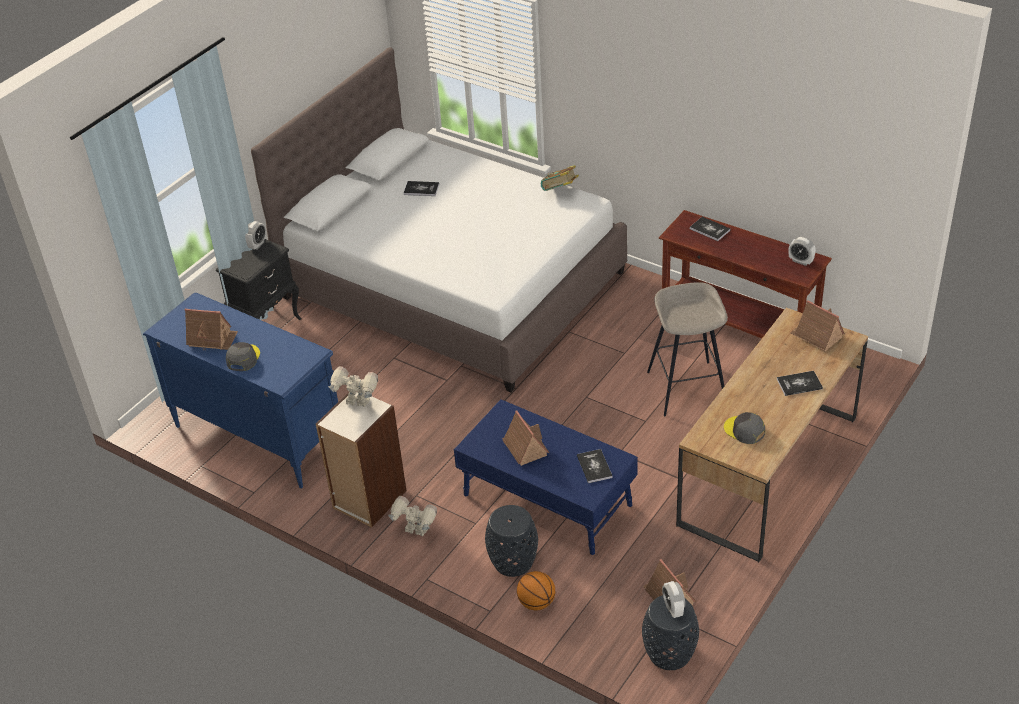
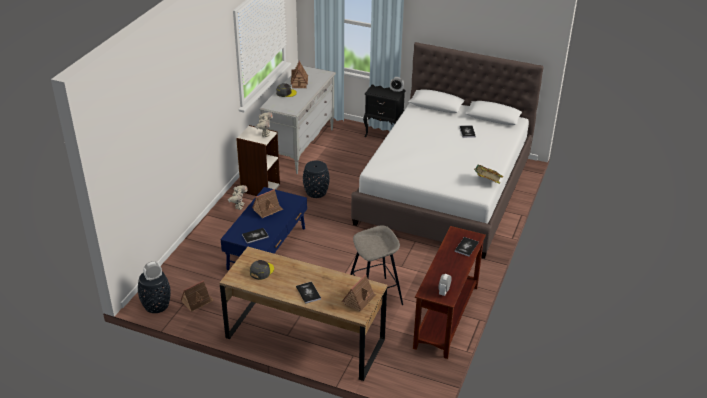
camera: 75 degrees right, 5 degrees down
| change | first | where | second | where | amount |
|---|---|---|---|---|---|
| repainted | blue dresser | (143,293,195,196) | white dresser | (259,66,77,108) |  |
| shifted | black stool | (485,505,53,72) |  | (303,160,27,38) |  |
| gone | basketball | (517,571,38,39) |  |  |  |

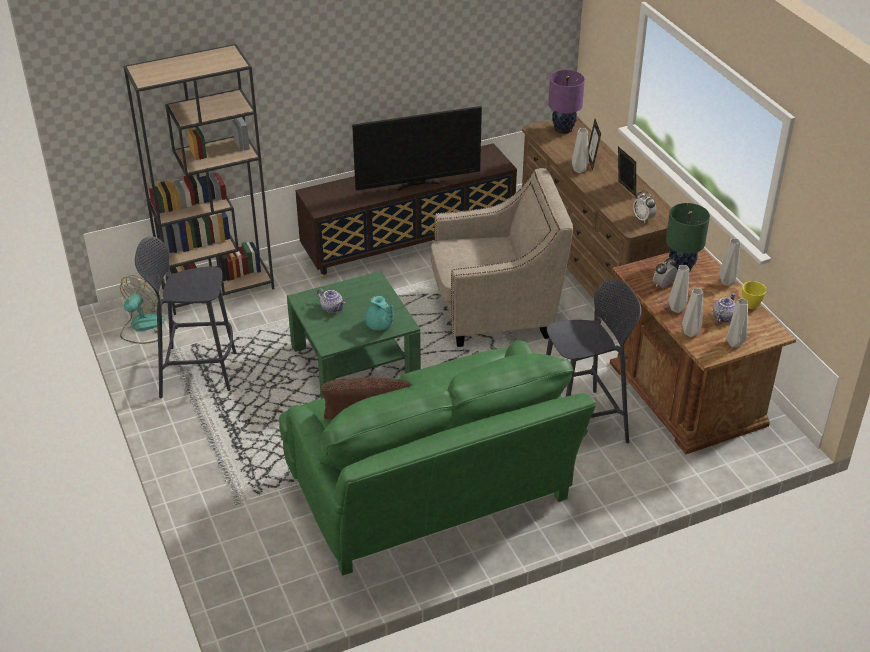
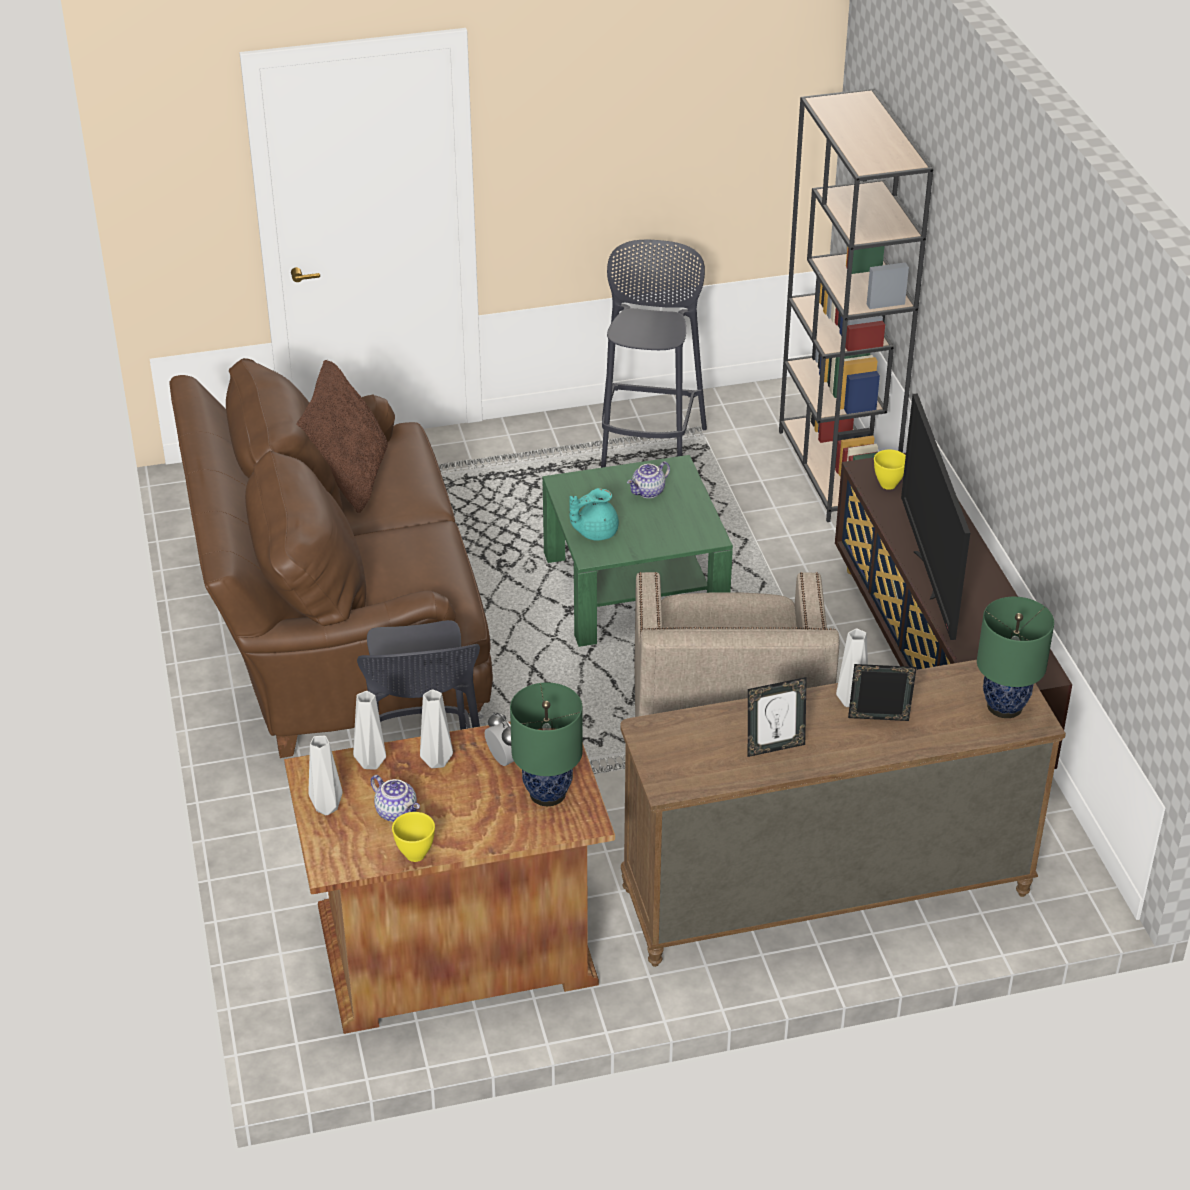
camera: 100 degrees right, 0 degrees up
| change | first | where | second | where | amount |
|---|---|---|---|---|---|
| gone | fan | (120,275,46,69) |  |  |  |
| repainted | green sofa | (279,340,317,236) | brown sofa | (169,358,324,400) |  |
| repainted | purple table lamp | (548,70,37,64) | green table lamp | (977,597,77,121) |  |
| gone | alarm clock | (633,190,24,33) |  |  |  |
| gone | grey vase | (719,238,22,48) |  |  |  |
| new |  |  | yellow bowl | (874,449,32,41) |  |

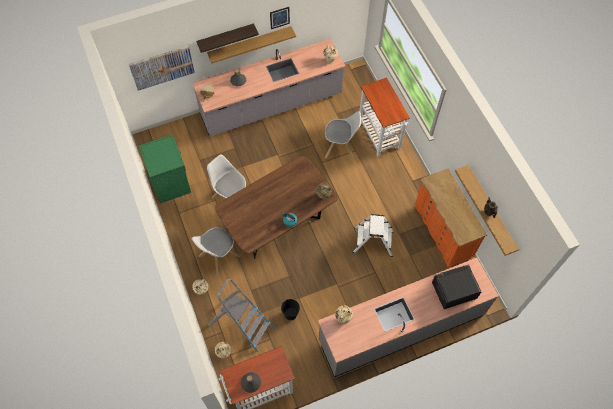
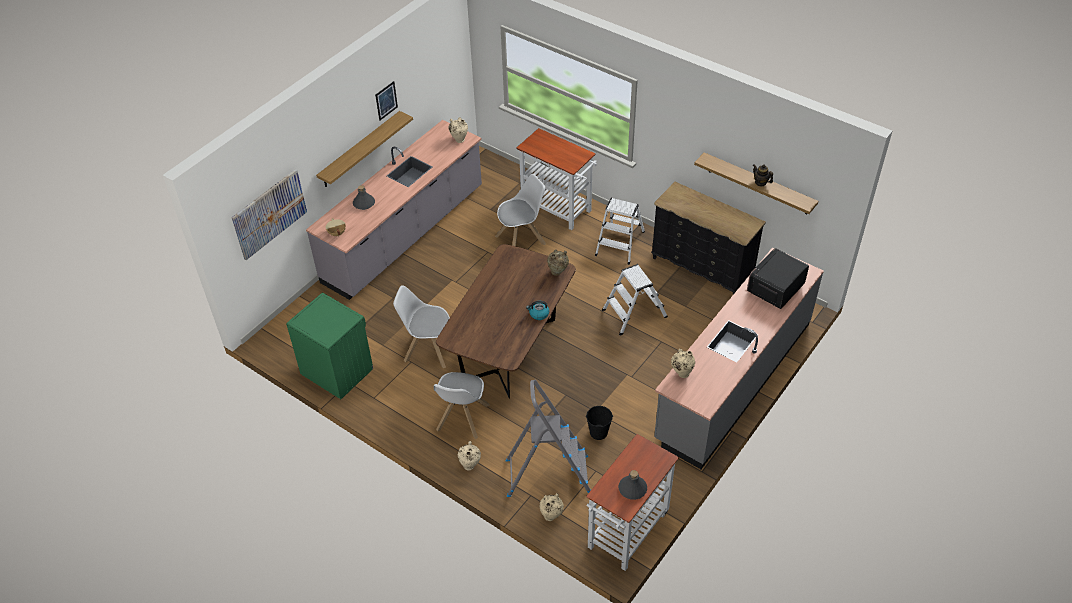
camera: 30 degrees left, 15 degrees down
| change | first | where | second | where | amount |
|---|---|---|---|---|---|
| gone | shelf | (196,23,63,30) |  |  |  |
| repainted | orange dresser | (414,168,73,99) | black dresser | (651,182,115,113) |  |
| new |  |  | white step ladder | (595,198,50,67) |  |

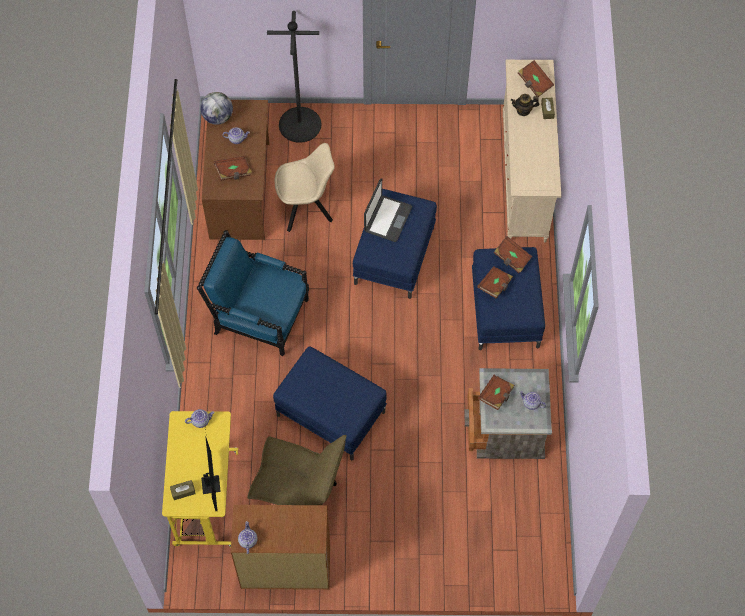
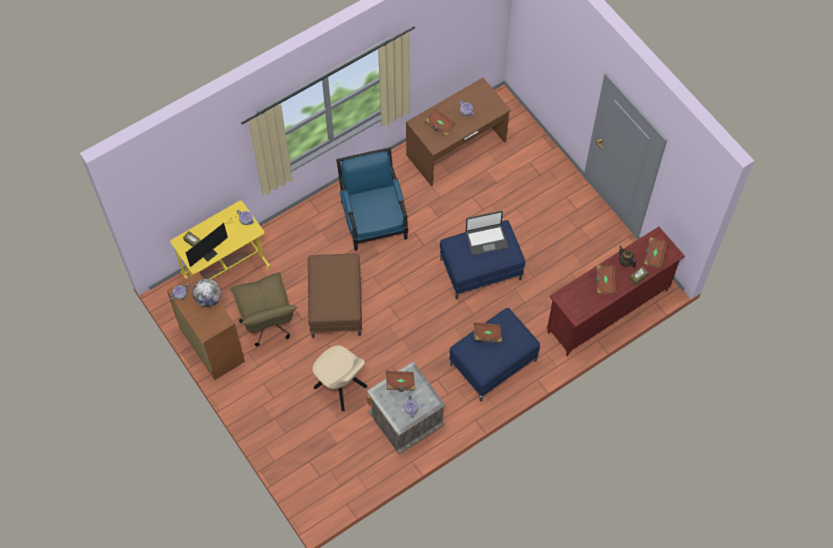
camera: 55 degrees right, 0 degrees up
| change | first | where | second | where | amount |
|---|---|---|---|---|---|
| shifted | globe | (200,92,33,33) |  | (192,279,29,28) |  |
| gone | black clothes rack | (267,11,55,132) |  |  |  |
| repainted | blue ottoman | (273,347,114,113) | brown ottoman | (308,254,54,84) |  |
| shifted | beige chair | (275,143,60,89) |  | (312,345,55,66) |  |
| shifted | brown book | (494,236,38,37) |  | (595,265,21,29) |  |
| repainted | beige dresser | (503,60,58,183) | red dresser | (547,227,138,129) |  |

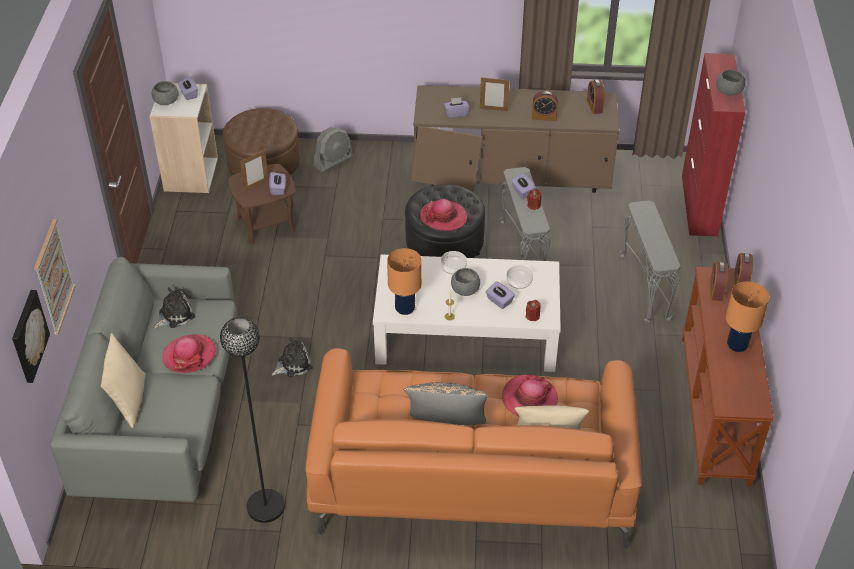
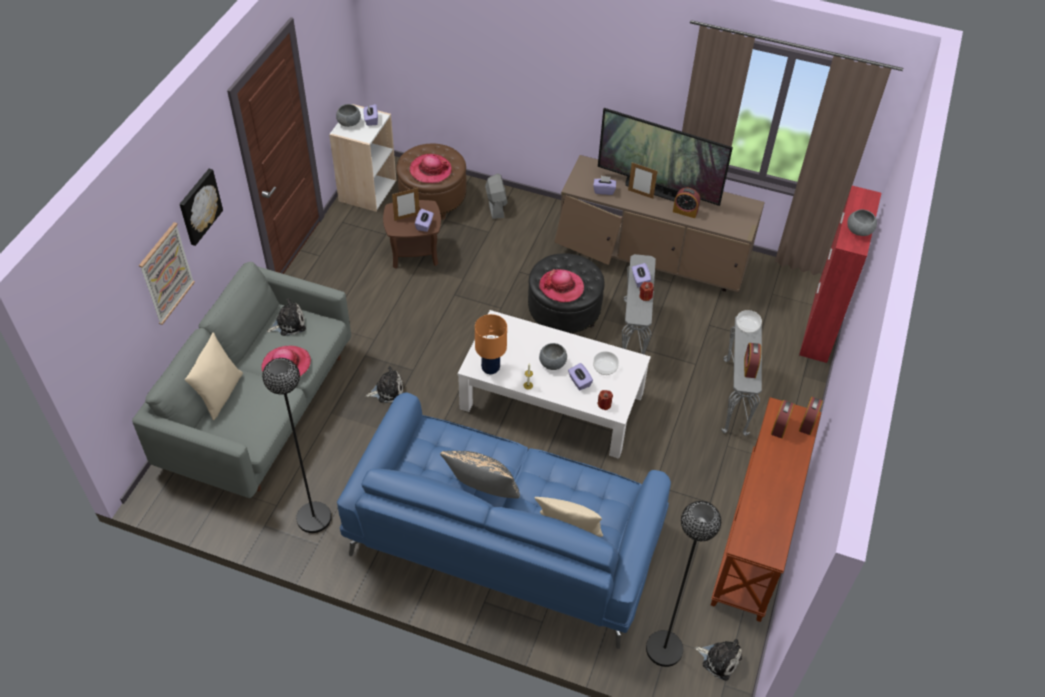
camera: 15 degrees right, 5 degrees up
| change | first | where | second | where | amount |
|---|---|---|---|---|---|
| shifted | picture | (12,290,38,93) |  | (180,169,43,77) |  |
| repainted | orange sofa | (305,348,336,201) | blue sofa | (337,393,334,256) |  |
| rotated | grey fan | (313,127,40,45) |  | (485,173,22,46) | 75 degrees counterclockwise |
| shifted | bowl | (441,251,26,23) |  | (736,310,26,23) |  |
| shifted | hat | (502,374,56,43) |  | (410,154,42,29) |  |
| shifted | alarm clock | (587,79,18,35) |  | (744,343,17,35) |  |
| gone | orange table lamp | (726,281,43,71) |  |  |  |
| new |  |  | television | (598,108,135,98) |  |
| new |  |  | black floor lamp | (646,501,75,166) |  |
| new |  |  | plush toy | (695,639,47,42) |  |

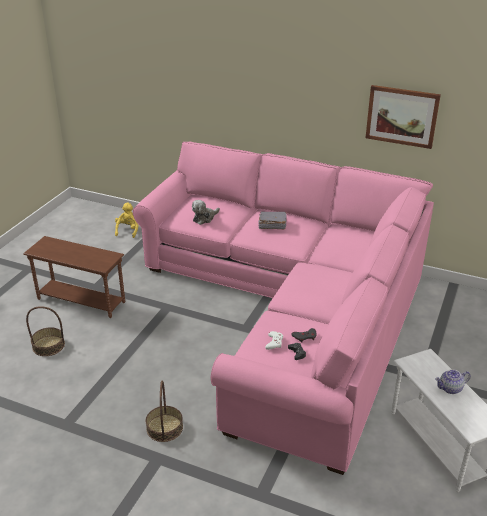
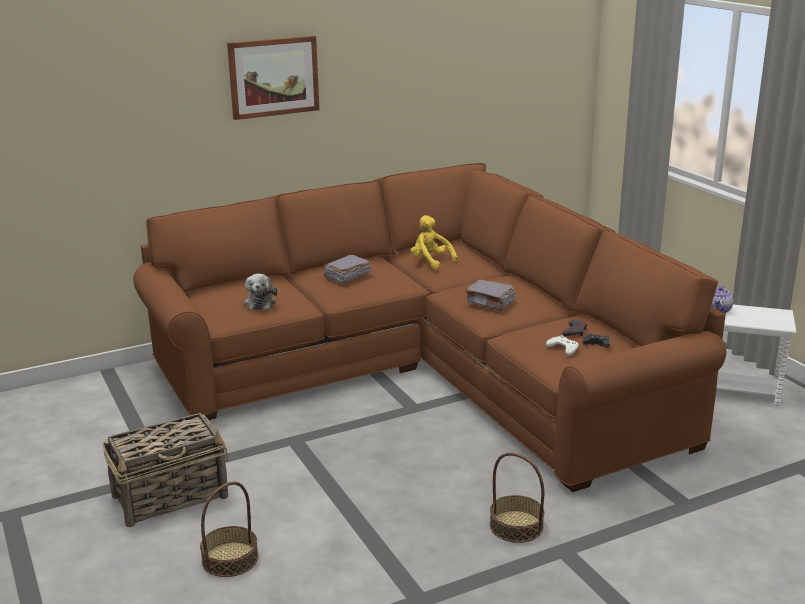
camera: 50 degrees left, 10 degrees down
| change | first | where | second | where | amount |
|---|---|---|---|---|---|
| swapped | brown side table | (23,236,102,82) | basket | (103,413,125,114) |  |
| shifted | yellow plush toy | (115,203,24,35) |  | (410,215,48,54) |  |
| repainted | pink sofa | (133,142,301,333) | brown sofa | (133,163,593,329) |  |
| shifted | picture | (366,85,75,64) |  | (227,36,92,84) |  |
| new |  |  | grey book | (465,280,50,31) |  |

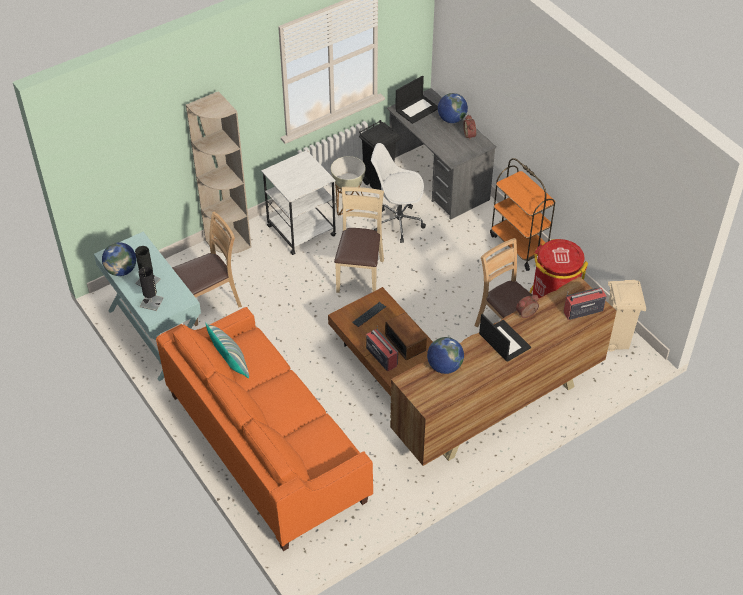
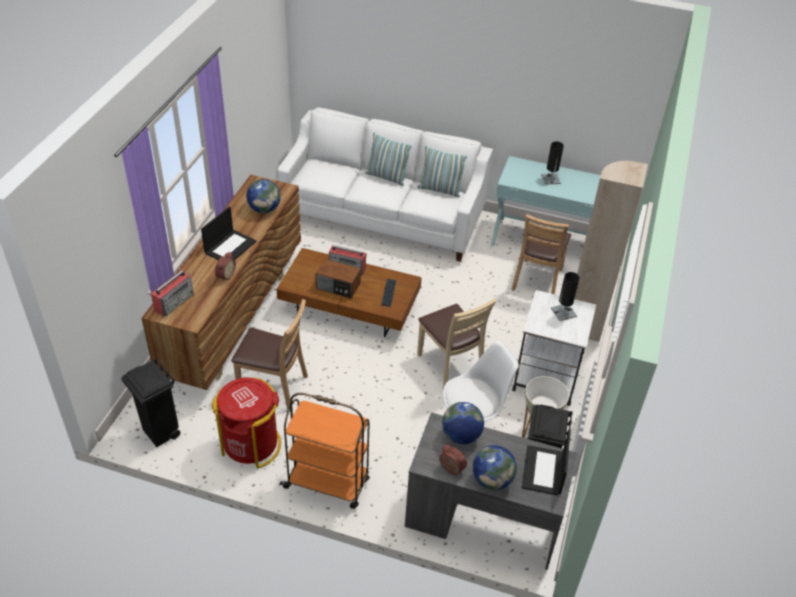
camera: 140 degrees right, 5 degrees down
| change | first | where | second | where | amount |
|---|---|---|---|---|---|
| shifted | globe | (102,242,34,34) |  | (442,402,42,42) |  |
| shifted | black table lamp | (139,267,25,44) |  | (551,272,29,49) |  |
| repainted | orange sofa | (156,307,217,244) | white sofa | (278,107,215,155) |  |
| rotated | laptop | (479,314,52,47) |  | (201,207,55,53) | 75 degrees counterclockwise |
| repainted | beige trash can | (608,280,38,72) | black trash can | (121,358,60,89) |  |
| new |  |  | pillow | (365,133,47,53) |  |

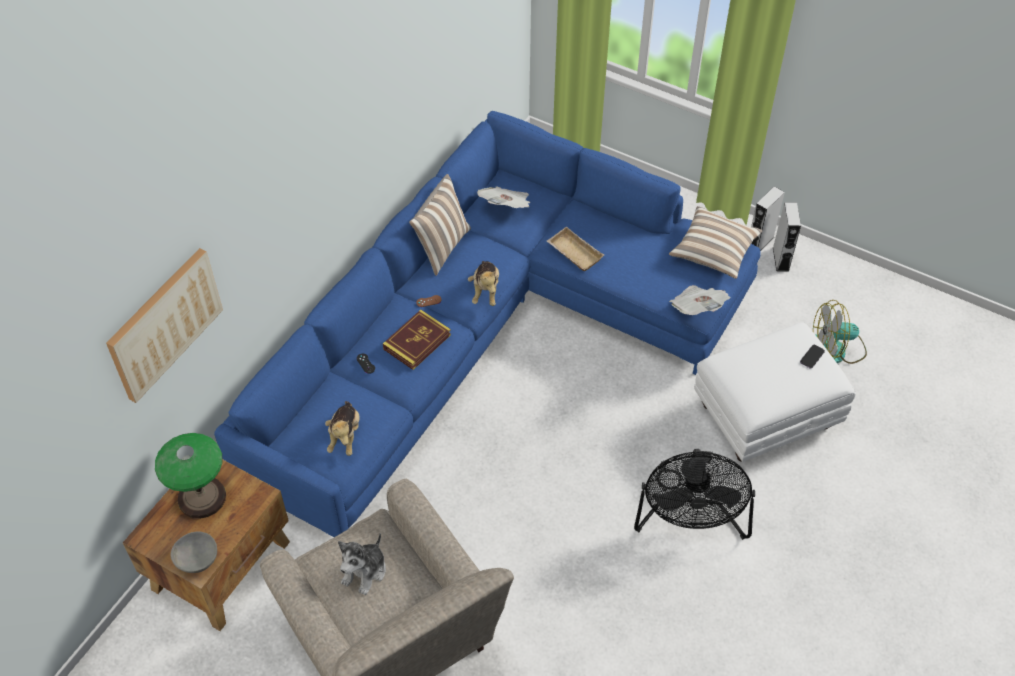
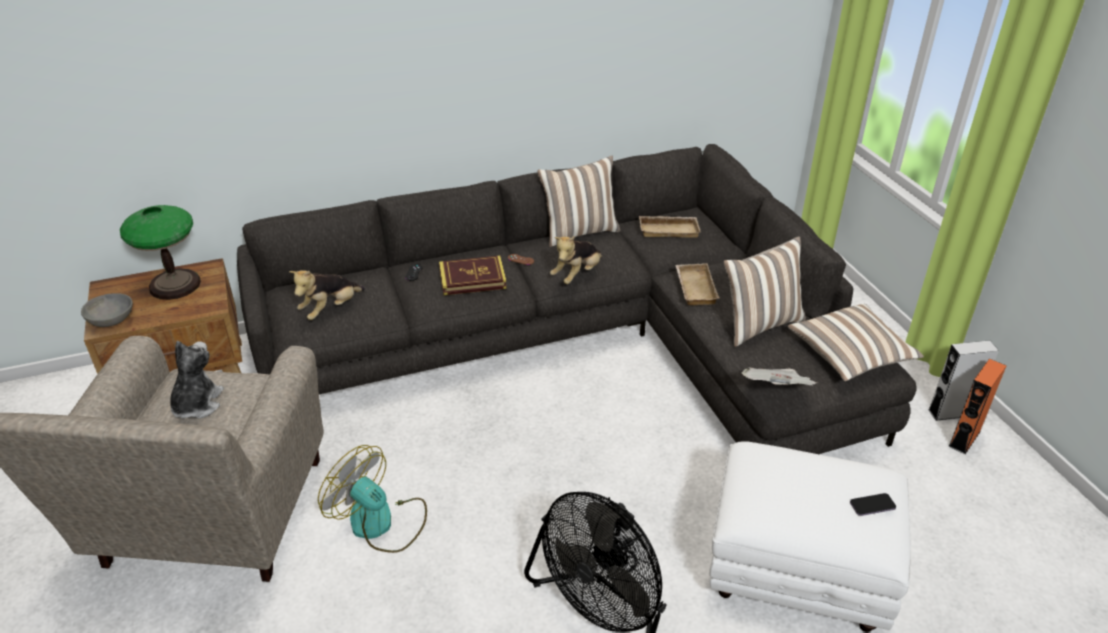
camera: 40 degrees right, 15 degrees down
| change | first | where | second | where | amount |
|---|---|---|---|---|---|
| gone | picture | (106,248,117,155) |  |  |  |
| repainted | blue sofa | (214,111,547,426) | grey sofa | (237,144,679,310) |  |
| rotated | plush toy | (338,533,48,62) |  | (170,341,54,78) | 120 degrees clockwise |
| swapped | newspaper | (477,186,54,22) | beige tray | (639,216,62,22) |  |
| repainted | grey speaker | (773,202,28,69) | orange speaker | (948,359,58,95) |  |
| shifted | fan | (813,300,54,64) |  | (318,445,109,108) |  |
| new |  |  | pillow | (724,236,82,111) |  |

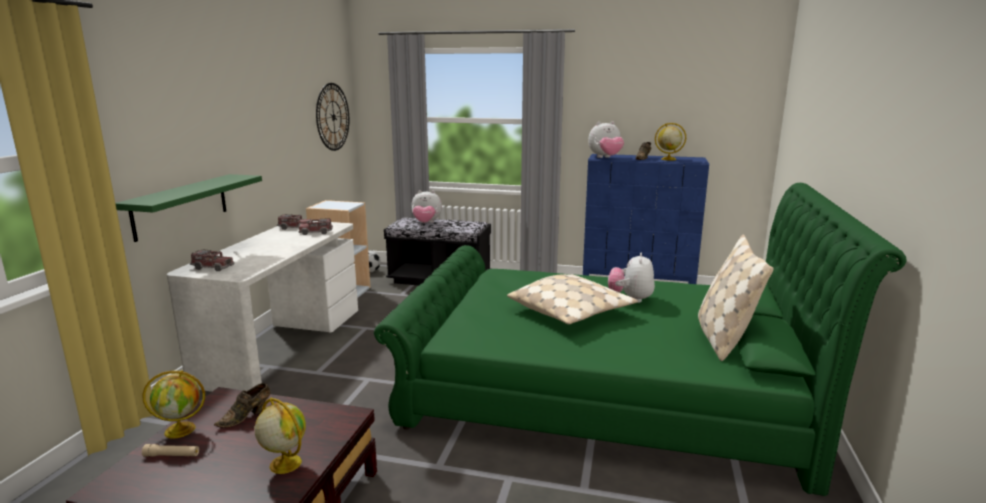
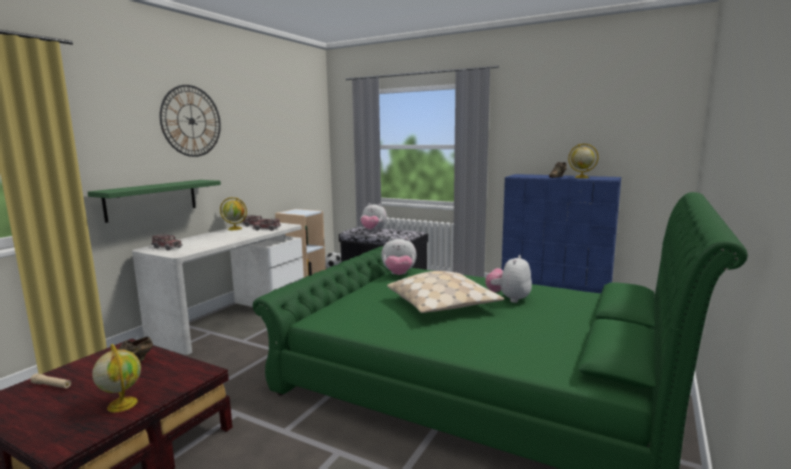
camera: 15 degrees right, 5 degrees down
| change | first | where | second | where | amount |
|---|---|---|---|---|---|
| shifted | globe | (142,370,63,69) |  | (220,197,27,33) |  |
| shifted | wall clock | (316,83,33,68) |  | (160,85,61,72) |  |
| shifted | plush toy | (588,121,36,37) |  | (381,237,35,38) |  |
| gone | beige pillow | (698,235,76,126) |  |  |  |

